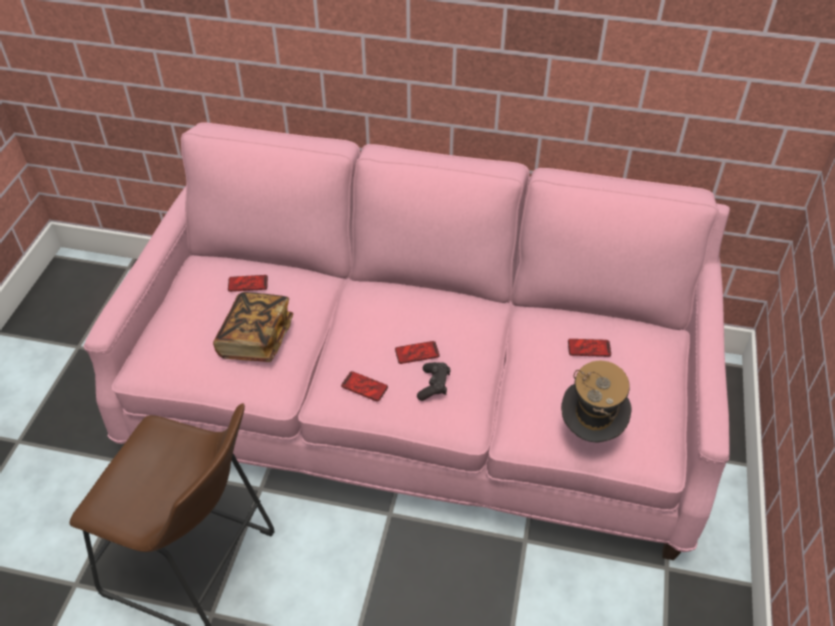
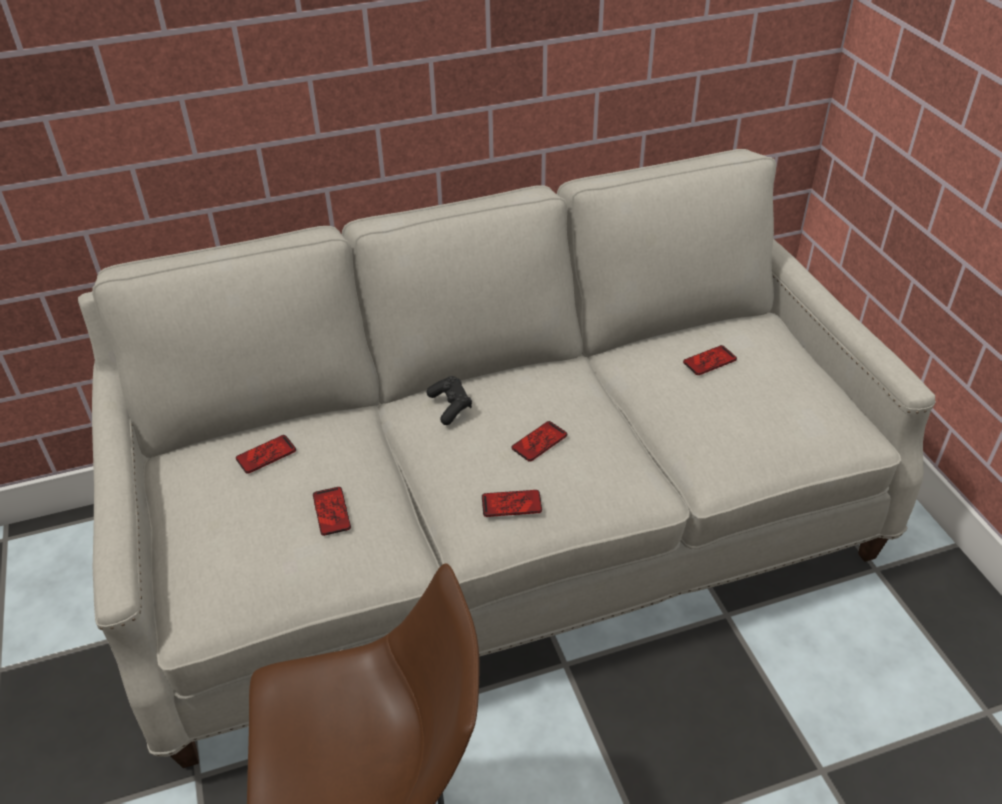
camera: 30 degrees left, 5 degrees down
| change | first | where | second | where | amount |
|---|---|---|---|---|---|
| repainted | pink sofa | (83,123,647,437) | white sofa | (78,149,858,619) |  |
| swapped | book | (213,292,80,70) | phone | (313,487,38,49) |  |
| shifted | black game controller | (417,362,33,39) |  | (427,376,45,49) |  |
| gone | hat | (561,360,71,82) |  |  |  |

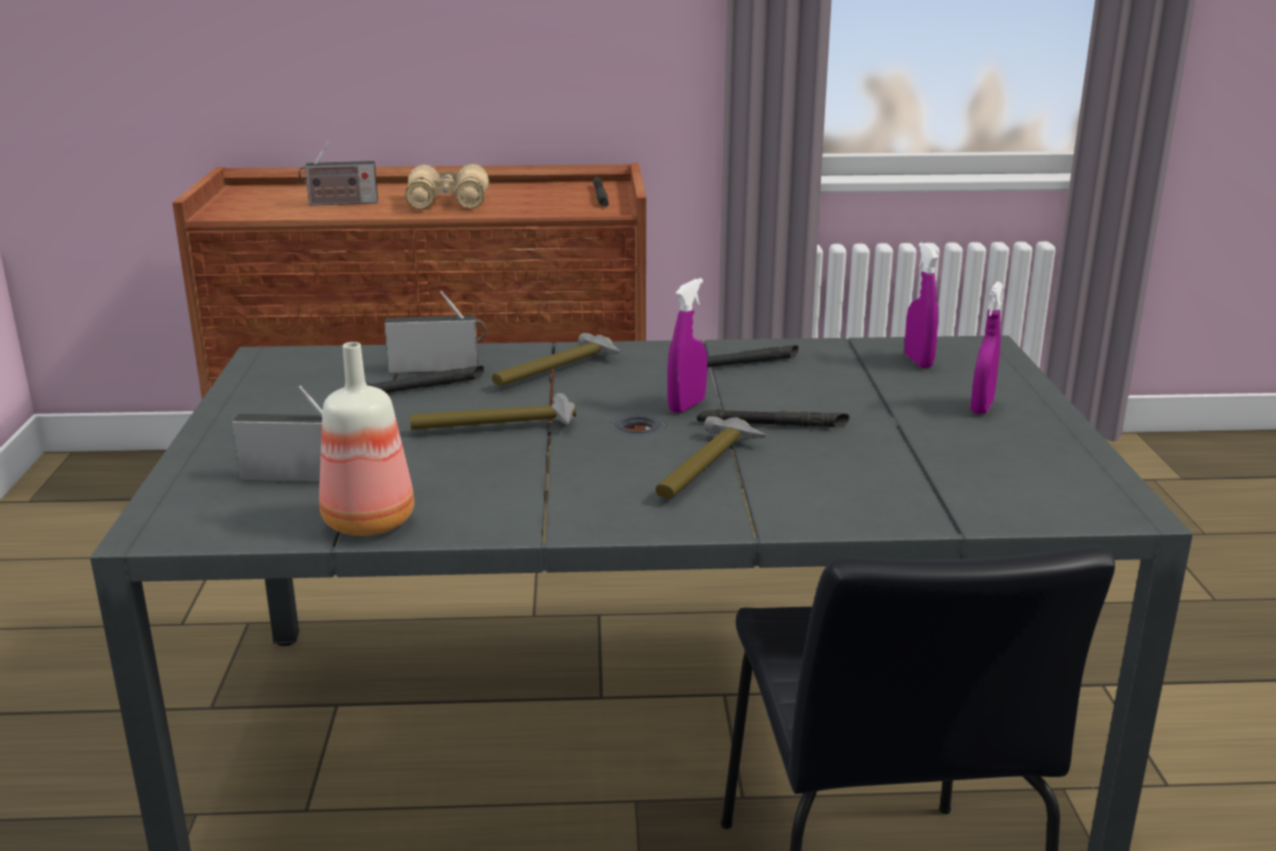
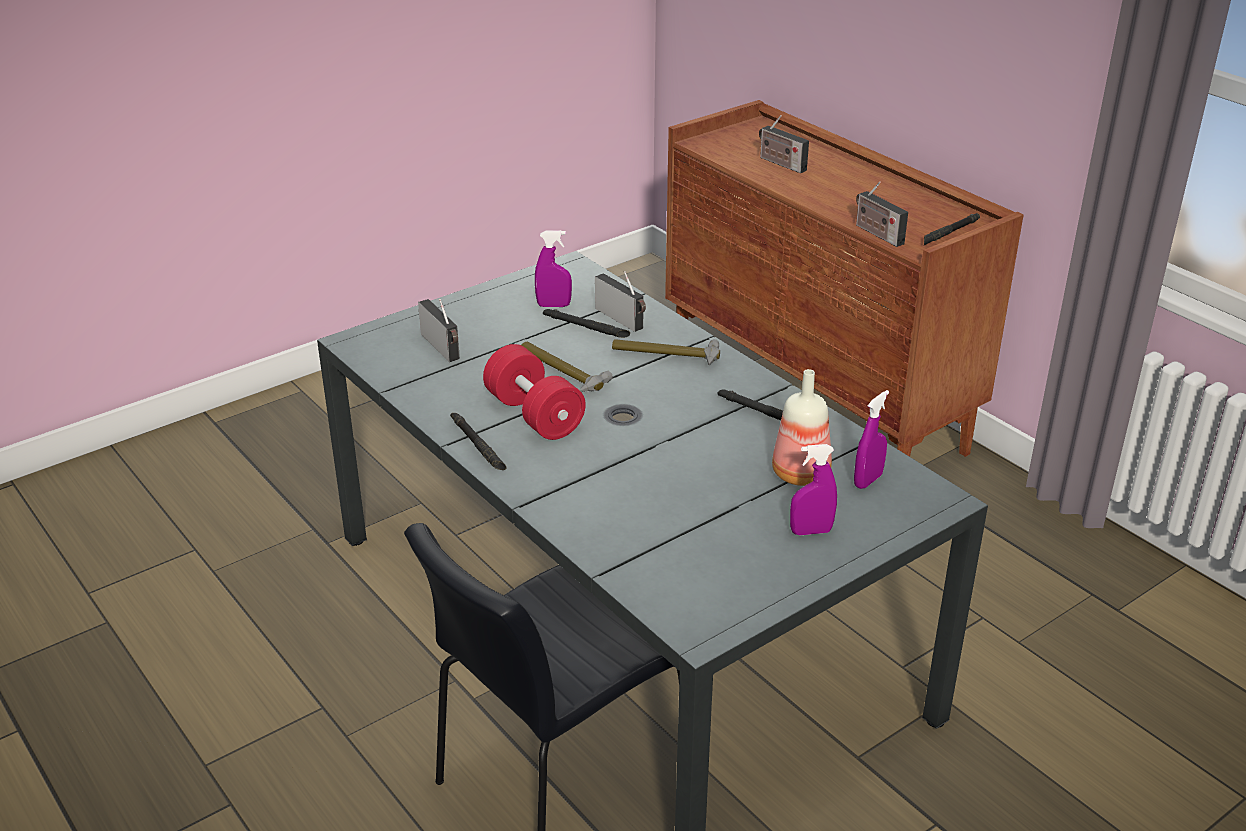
camera: 55 degrees right, 10 degrees up
| change | first | where | second | where | amount |
|---|---|---|---|---|---|
| shifted | bottle | (319,342,95,194) |  | (772,369,60,117) |  |
| gone | beige binoculars | (405,164,84,45) |  |  |  |
| gone | hammer | (655,416,111,82) |  |  |  |
| shifted | purple spray bottle | (667,278,40,135) |  | (535,230,37,77) |  |
| shifted | black flashlight | (697,408,153,19) |  | (450,413,57,57) |  |
| new |  |  | red dumbbell | (483,344,103,96) |  |
| new |  |  | radio | (856,181,52,66) |  |

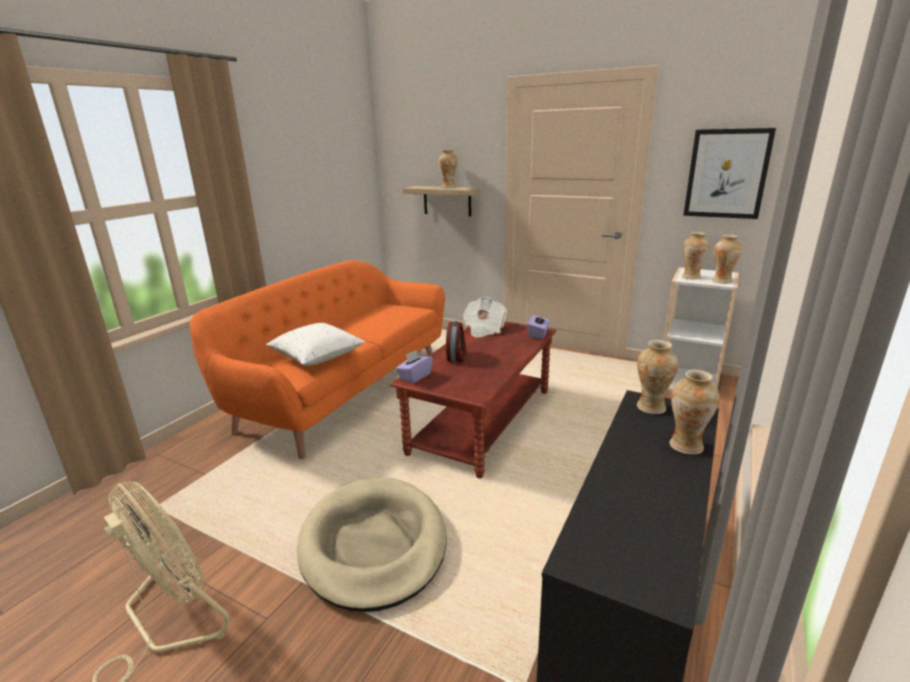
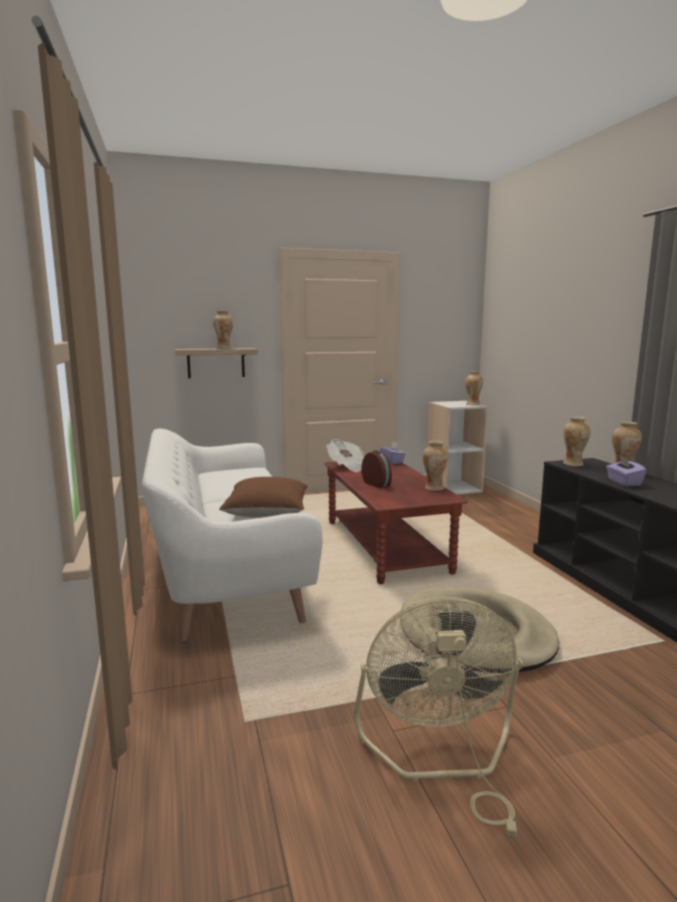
camera: 45 degrees left, 10 degrees down
| change | first | where | second | where | amount |
|---|---|---|---|---|---|
| repainted | orange sofa | (190,260,255,199) | white sofa | (142,429,181,212) |  |
| repainted | white pillow | (266,323,99,43) | brown pillow | (219,477,89,41) |  |
| shifted | purple tissue box | (396,350,37,34) |  | (606,456,41,30) |  |
| shifted | vase | (682,232,28,47) |  | (423,441,25,50) |  |
| gone | picture | (683,128,93,91) |  |  |  |

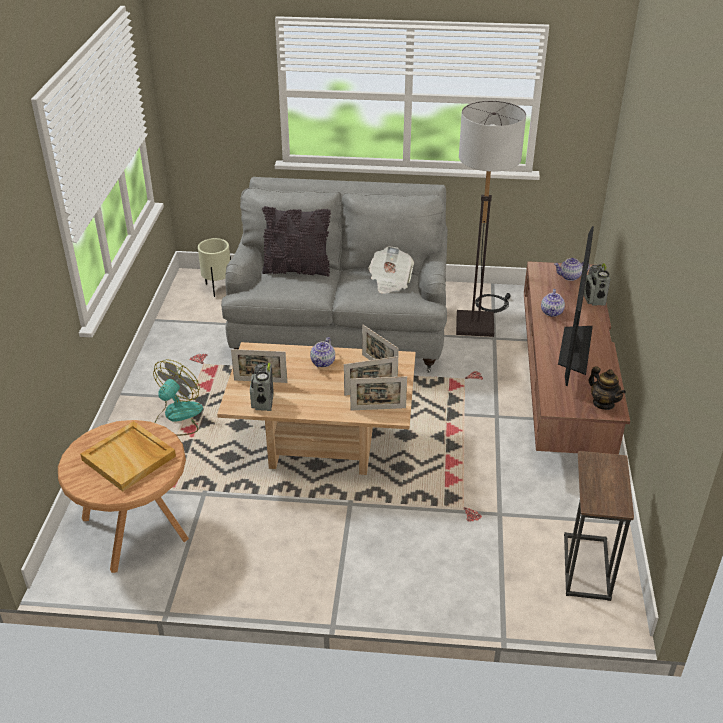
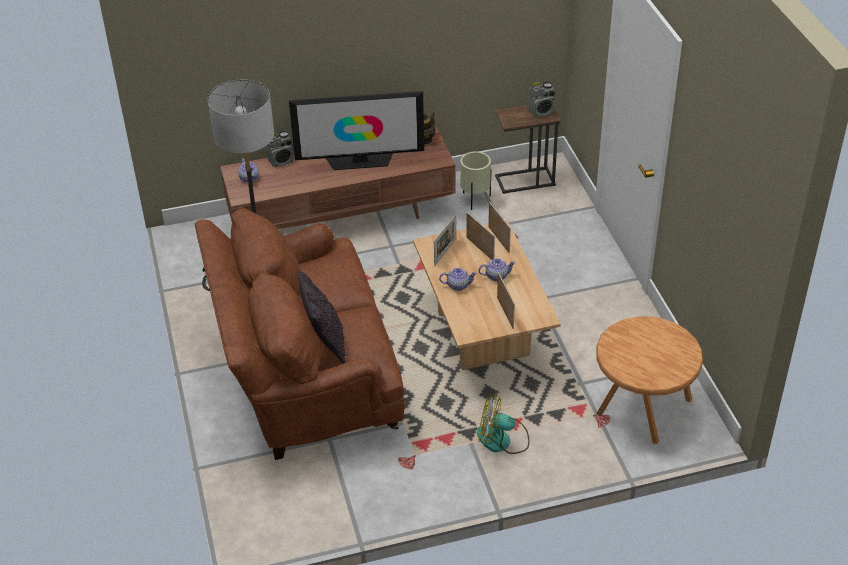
camera: 110 degrees left, 5 degrees up
| change | first | where | second | where | amount |
|---|---|---|---|---|---|
| gone | beige tray | (81,421,95,71) |  |  |  |
| shifted | beige planter | (198,238,33,59) |  | (460,151,31,59) |  |
| repainted | grey sofa | (221,177,227,195) | brown sofa | (195,208,210,252) |  |
| shifted | radio | (250,363,24,48) |  | (528,82,27,35) |  |
| gone | newspaper | (368,246,46,48) |  |  |  |
| shifted | teapot | (541,289,24,28) |  | (479,258,37,23) |  |

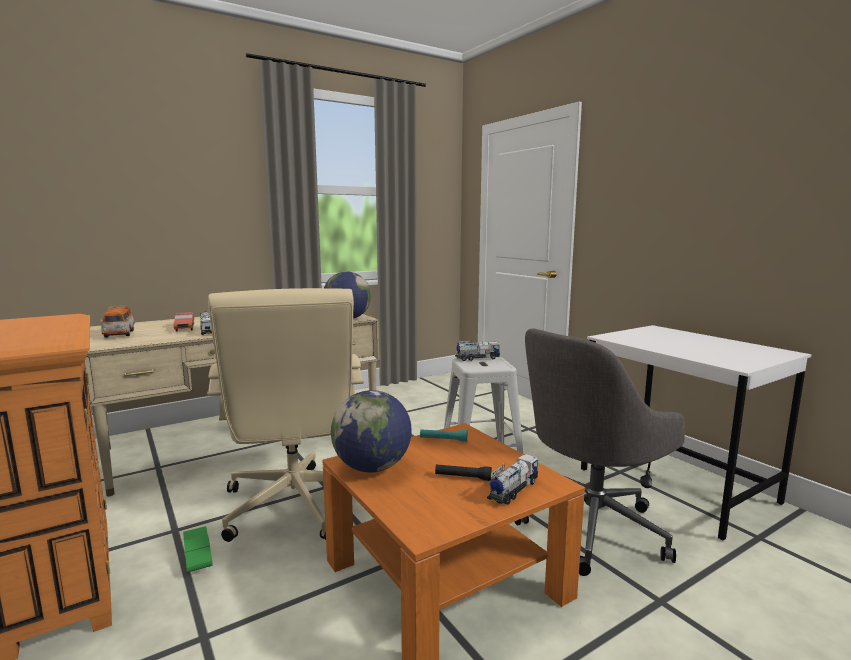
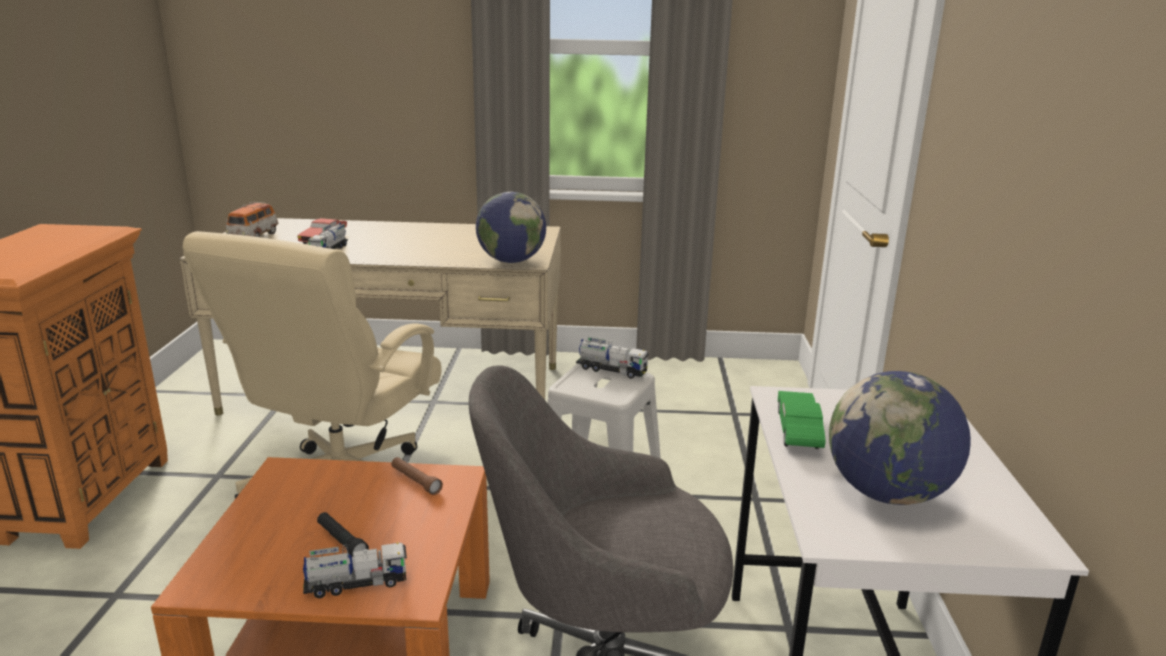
camera: 35 degrees right, 10 degrees up
| change | first | where | second | where | amount |
|---|---|---|---|---|---|
| shifted | green toy car | (183,526,30,47) |  | (778,391,48,58) |  |
| shifted | globe | (331,390,81,82) |  | (829,371,142,134) |  |
| repainted | turquoise flashlight | (420,429,48,13) | brown flashlight | (391,457,52,38) |  |

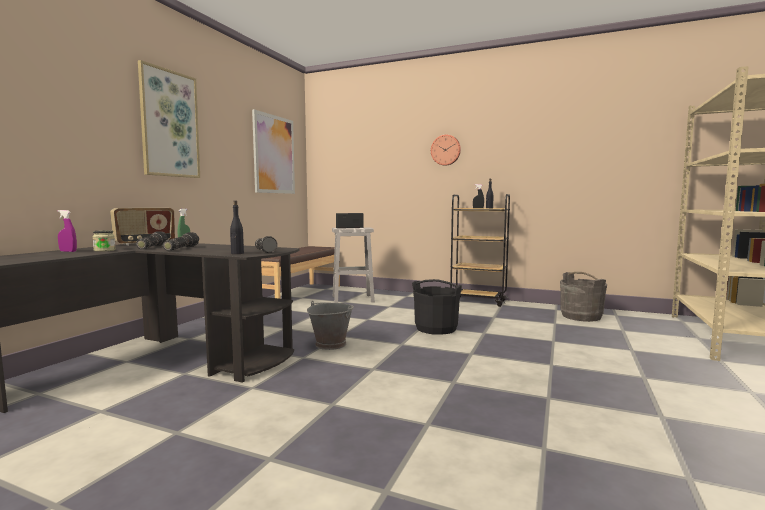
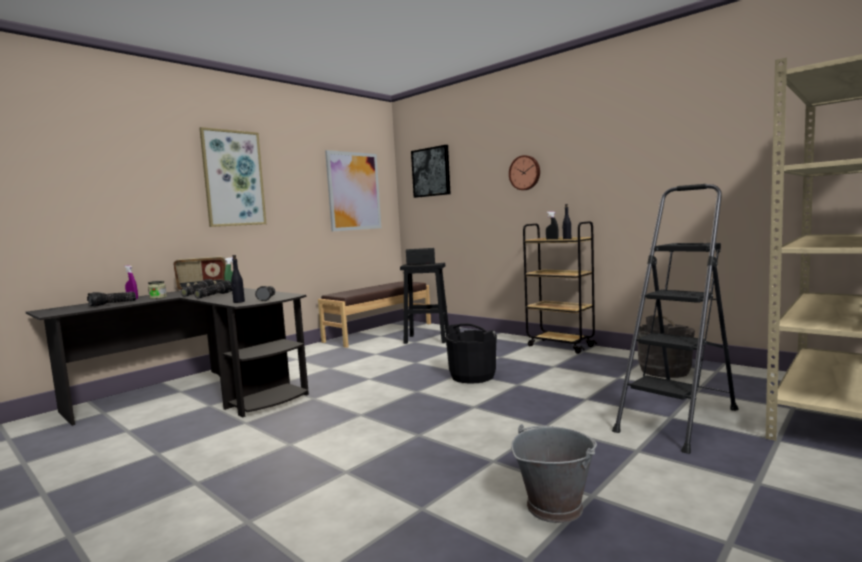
camera: 20 degrees right, 0 degrees up
| change | first | where | second | where | amount |
|---|---|---|---|---|---|
| shifted | grey bucket | (307,301,47,49) |  | (511,424,86,99) |  |
| repainted | white stool | (332,227,43,76) | black stool | (400,263,49,81) |  |
| new |  |  | flashlight | (87,292,49,15) |  |
| new |  |  | picture | (411,145,40,53) |  |
| new |  |  | step ladder | (612,184,127,270) |  |

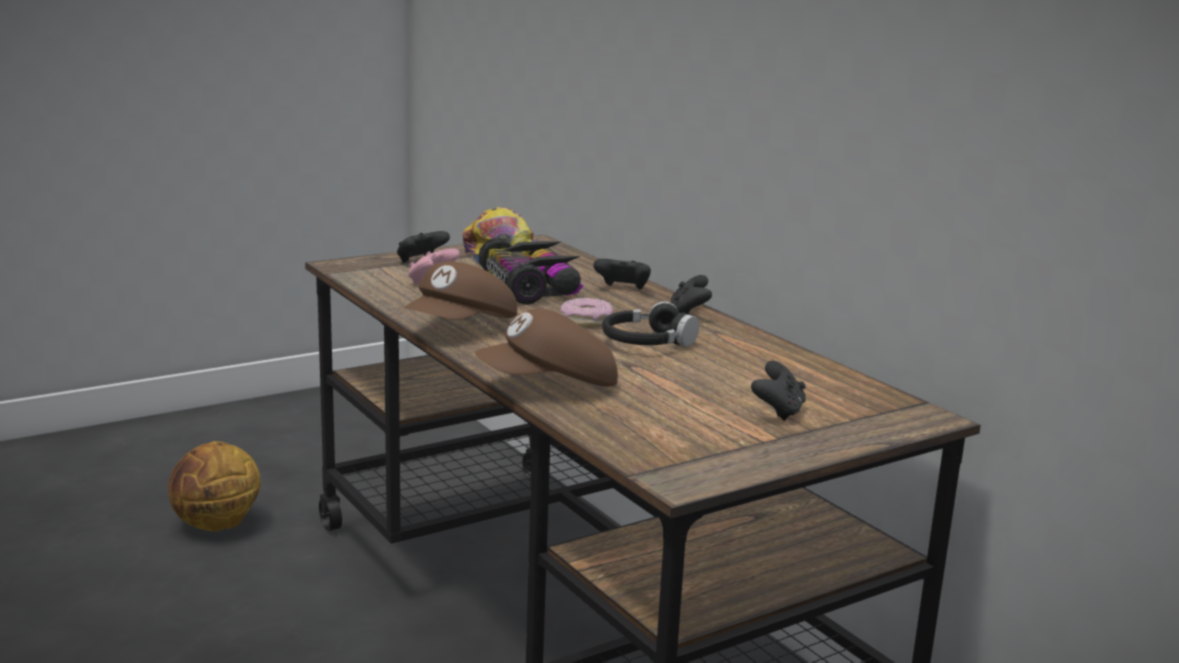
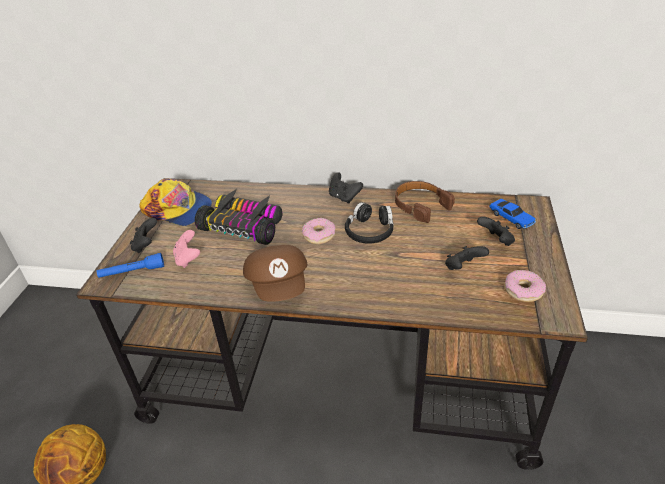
camera: 45 degrees left, 20 degrees up
| change | first | where | second | where | amount |
|---|---|---|---|---|---|
| gone | brown cap | (475,309,143,78) |  |  |  |
| shifted | black game controller | (593,259,58,30) |  | (445,246,44,24) |  |
| new |  |  | blue flashlight | (97,253,67,25) |  |
| new |  |  | brown headphones | (395,181,60,42) |  |
| new |  |  | toy car | (489,199,47,30) |  |
| new |  |  | donut | (504,270,42,32) |  |

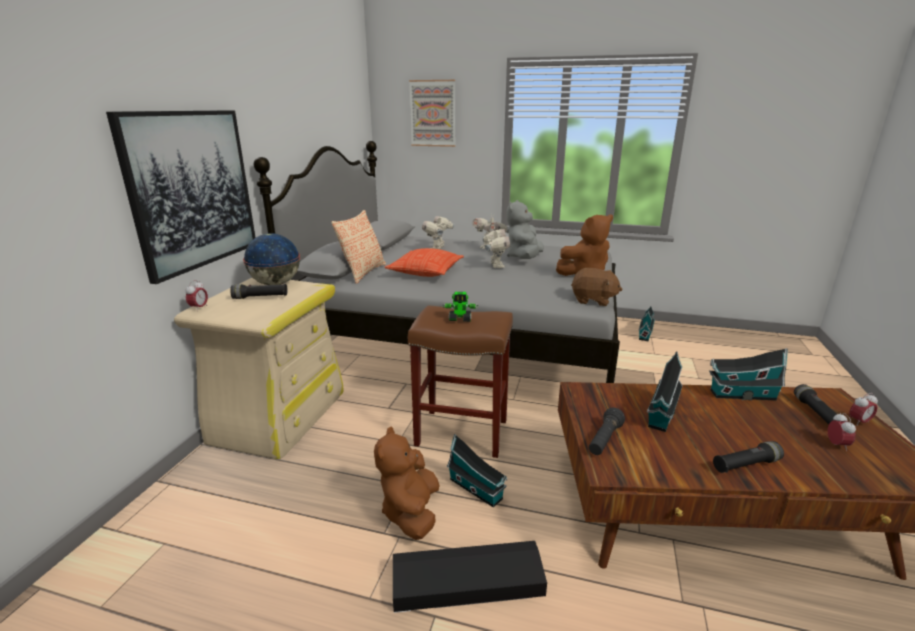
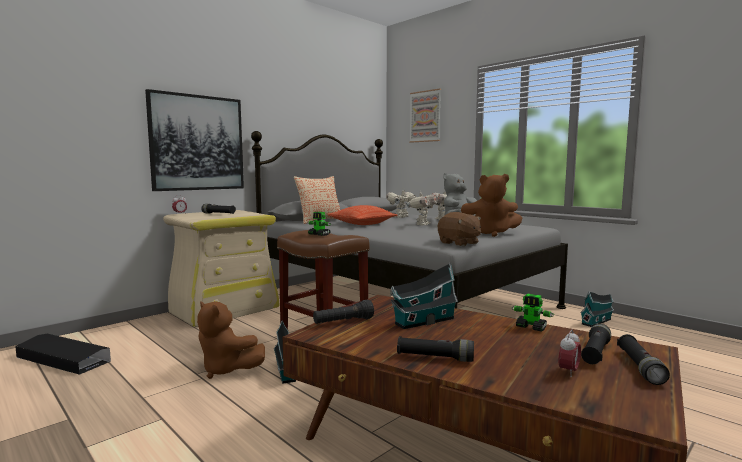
camera: 30 degrees right, 15 degrees down
| change | first | where | second | where | amount |
|---|---|---|---|---|---|
| gone | globe | (243,233,57,52) |  |  |  |
| rotated | brown plush toy | (374,427,66,113) |  | (197,301,68,78) | 90 degrees counterclockwise |
| shifted | black storage box | (393,541,154,72) |  | (15,334,96,41) |  |
| swapped | toy house | (709,348,79,53) | toy robot | (512,294,42,38) |  |
| swapped | alarm clock | (849,393,29,33) | black flashlight | (617,334,53,51) |  |

